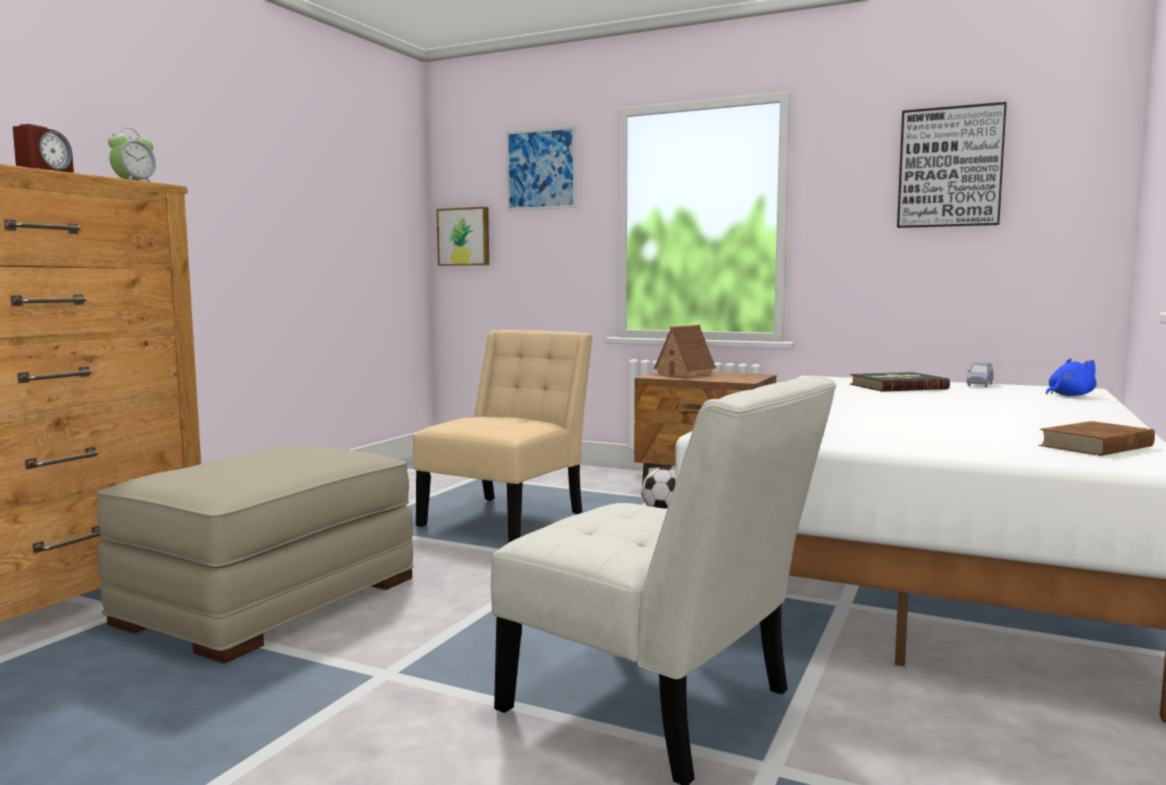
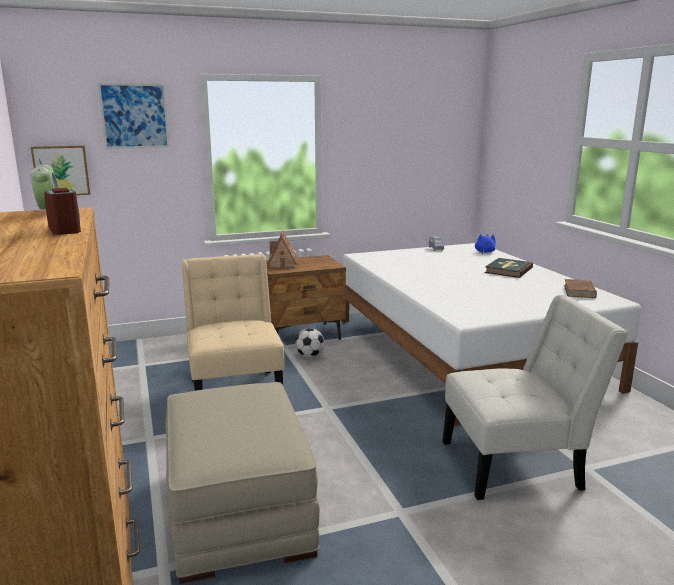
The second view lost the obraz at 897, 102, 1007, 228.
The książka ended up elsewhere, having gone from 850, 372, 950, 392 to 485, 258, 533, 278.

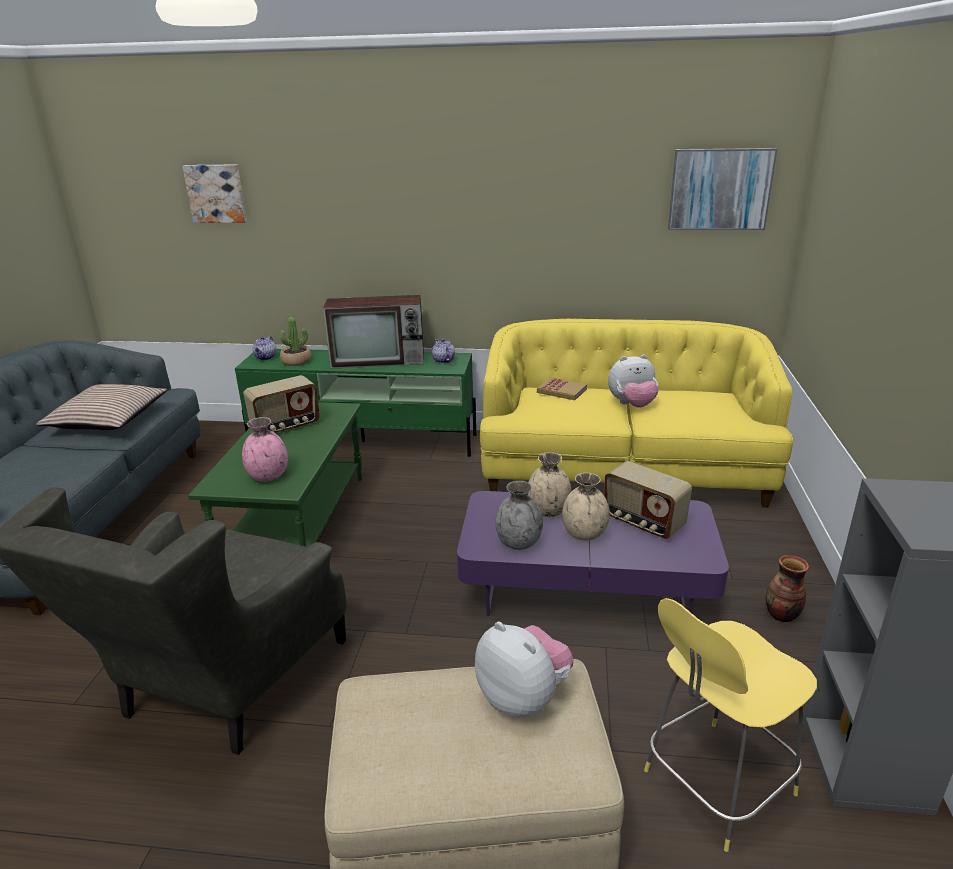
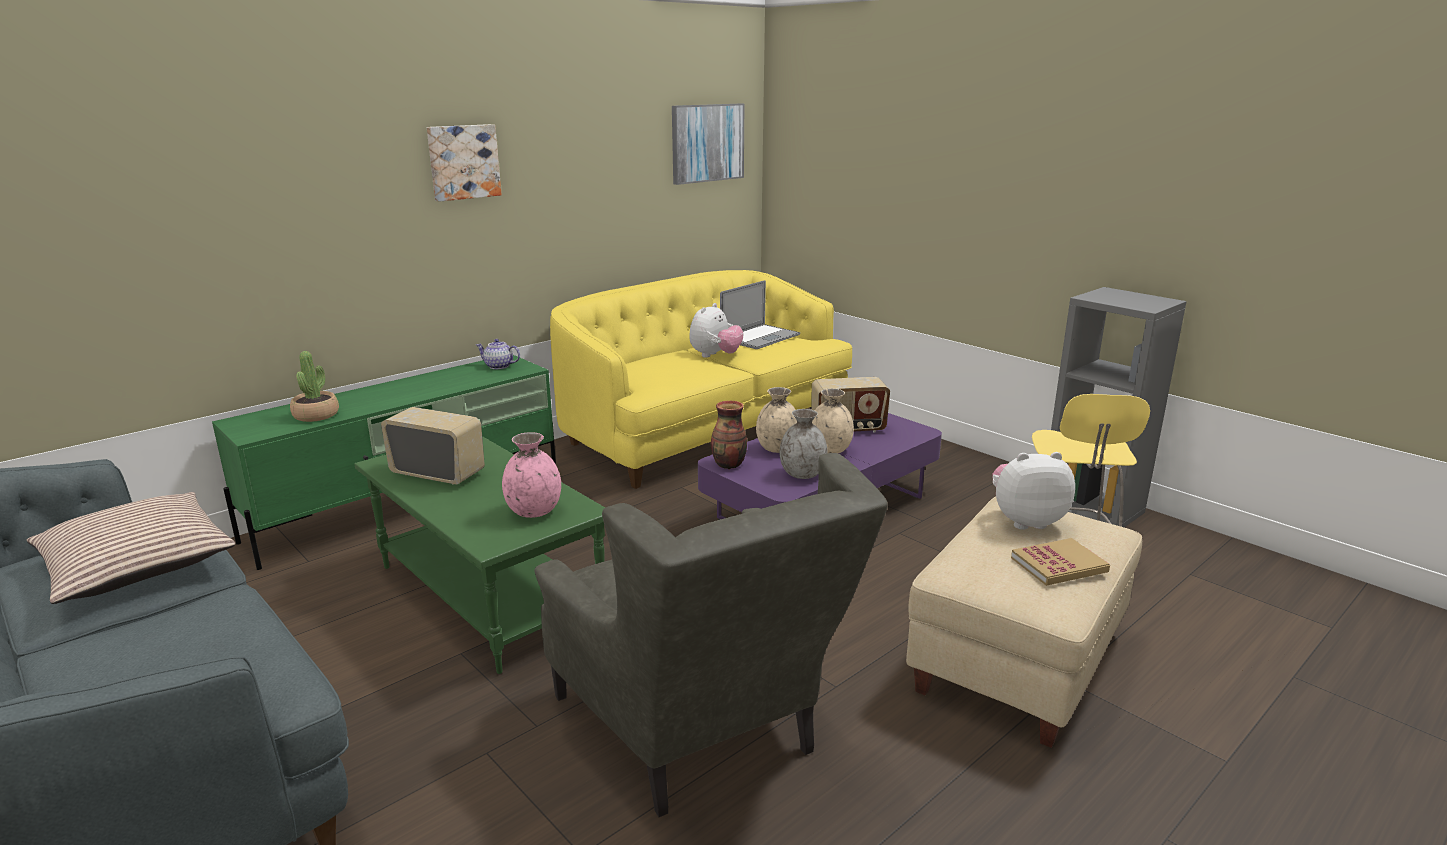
The obraz ended up elsewhere, having gone from 182, 165, 247, 223 to 427, 124, 502, 202.
The second view lost the telewizor at 323, 295, 424, 369.
The second view lost the imbryk at 253, 336, 277, 360.
The radio at 243, 375, 320, 433 ended up facing another way, 75 degrees counterclockwise from before.
The książka ended up elsewhere, having gone from 537, 378, 587, 400 to 1011, 538, 1110, 586.
The wazon ended up elsewhere, having gone from 766, 555, 809, 622 to 711, 401, 747, 469.
The second view gained the laptop at 720, 280, 800, 349.

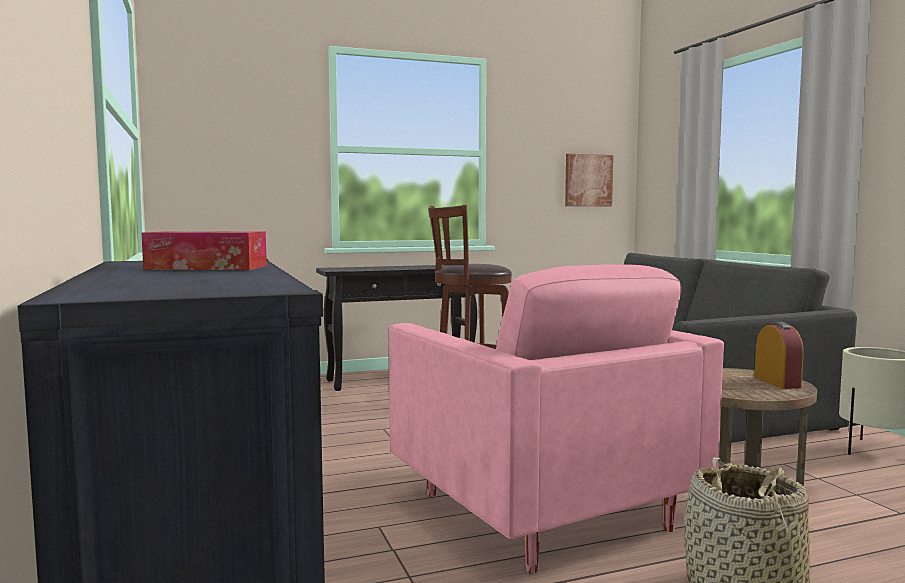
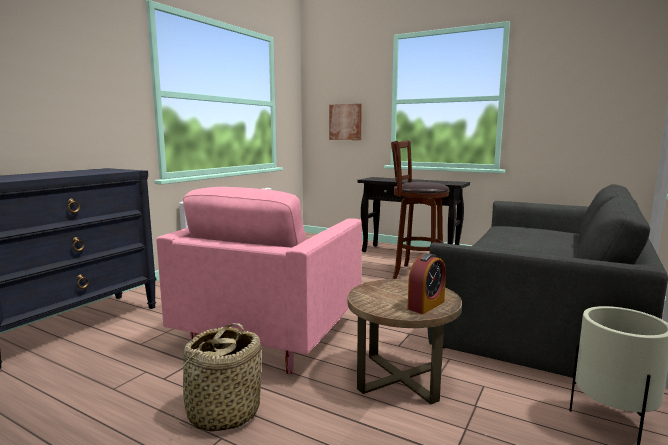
The obraz ended up elsewhere, having gone from 565, 154, 613, 206 to 329, 104, 362, 140.
The second view lost the pudełko chusteczek at 142, 231, 267, 270.

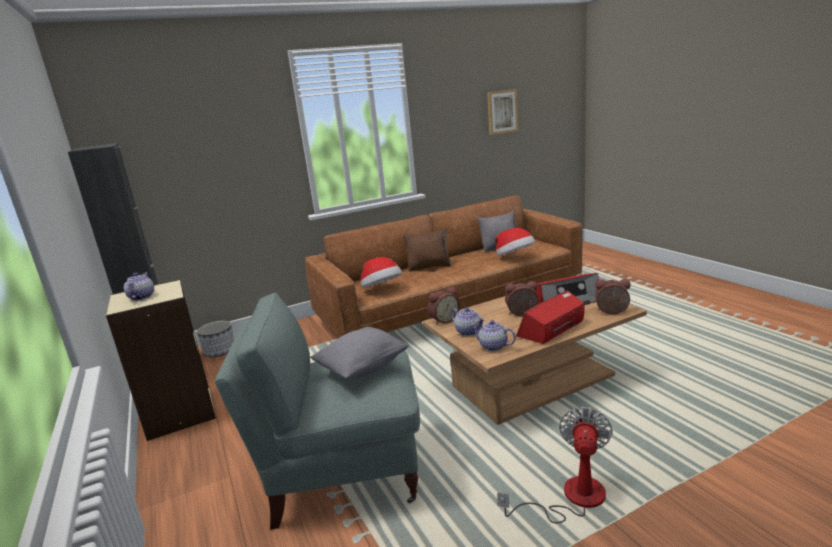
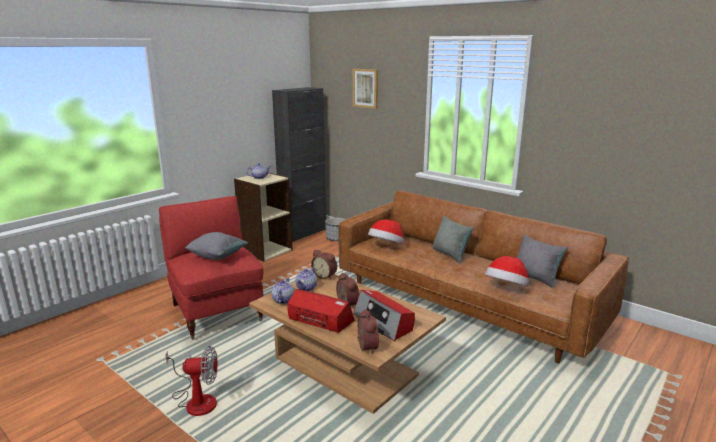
The obraz ended up elsewhere, having gone from 487, 89, 518, 135 to 353, 69, 378, 109.
What was the poduszka [brązowy] at 403, 228, 451, 271 turned into the poduszka [szary] at 433, 215, 474, 263.
What was the fotel [szary] at 215, 292, 420, 530 turned into the fotel [czerwony] at 159, 196, 264, 340.

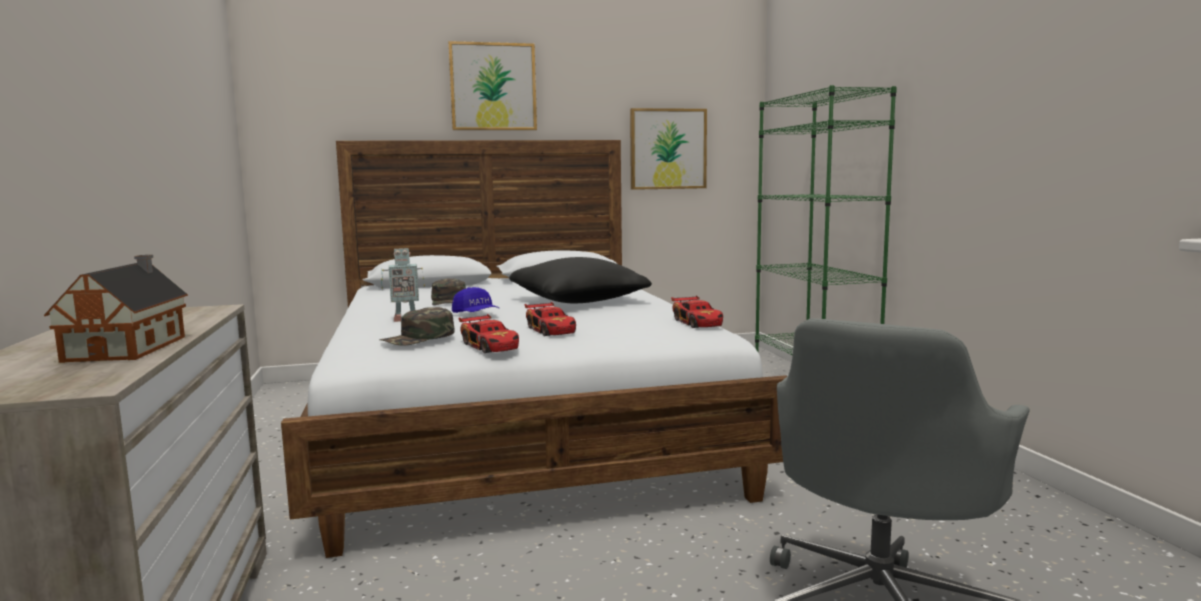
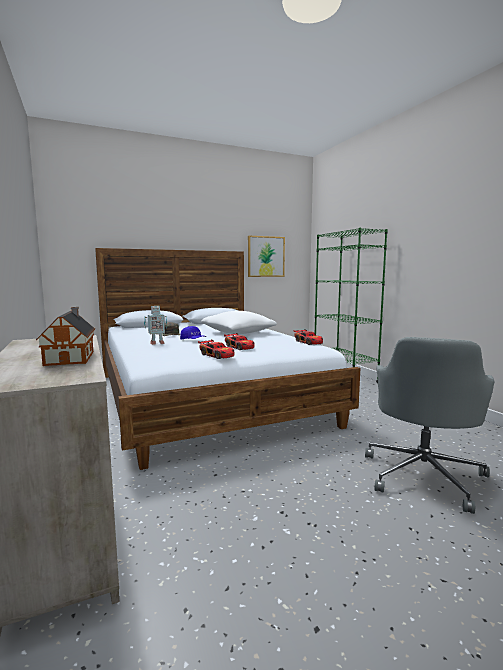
The second view lost the obraz at 448, 41, 537, 130.
What was the poduszka [czarny] at 509, 257, 652, 303 turned into the poduszka [biały] at 201, 311, 277, 334.
The second view lost the czapka z daszkiem [zielony] at 379, 307, 454, 346.

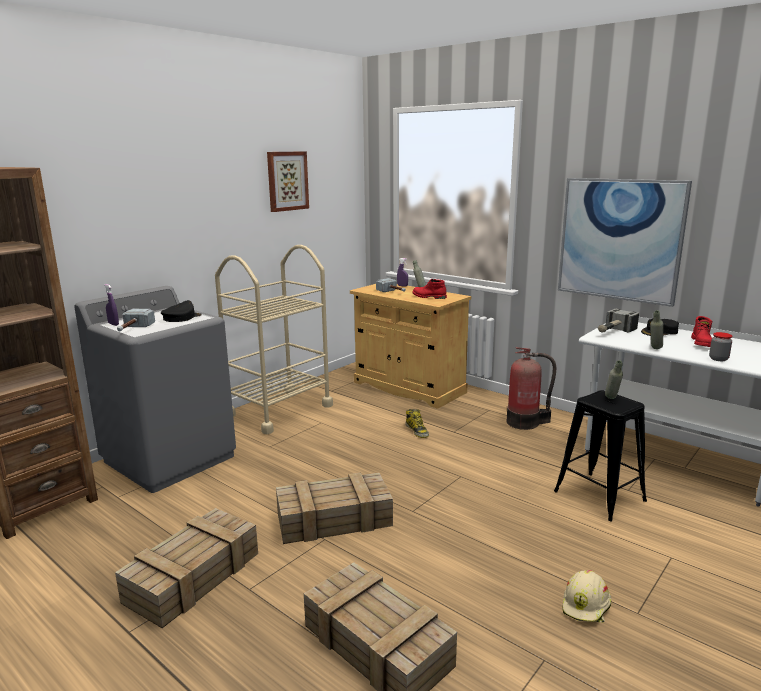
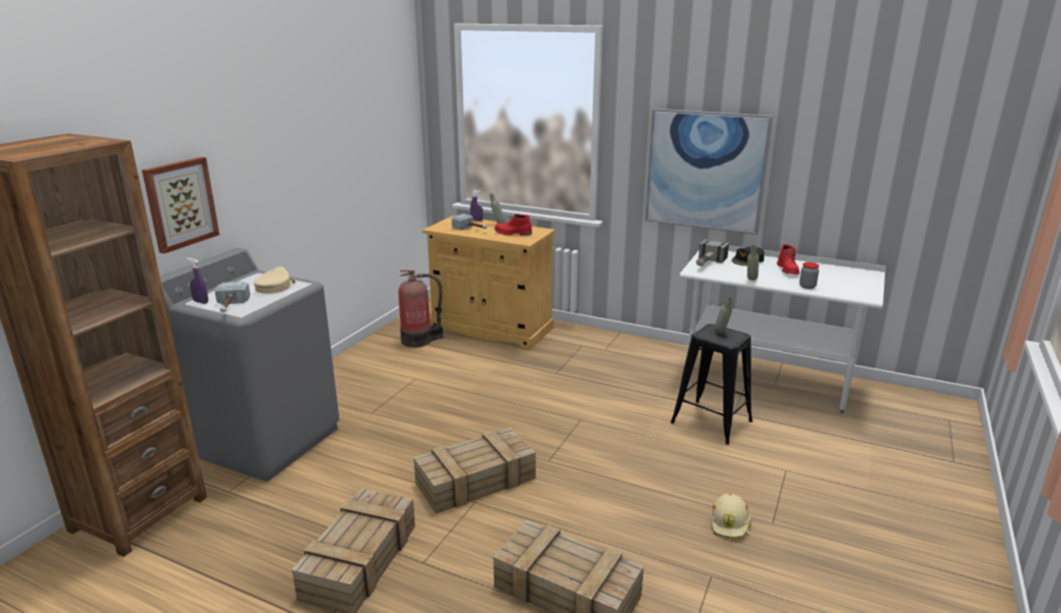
The obraz ended up elsewhere, having gone from 267, 151, 309, 212 to 142, 157, 220, 254.
The second view lost the wózek [beżowy] at 215, 245, 333, 434.
What was the czapka z daszkiem [czarny] at 161, 300, 202, 322 turned into the czapka z daszkiem [beżowy] at 254, 266, 296, 294.
The gaśnica ended up elsewhere, having gone from 507, 347, 556, 430 to 399, 270, 443, 348.
The second view lost the but z cholewką at 405, 409, 429, 438.

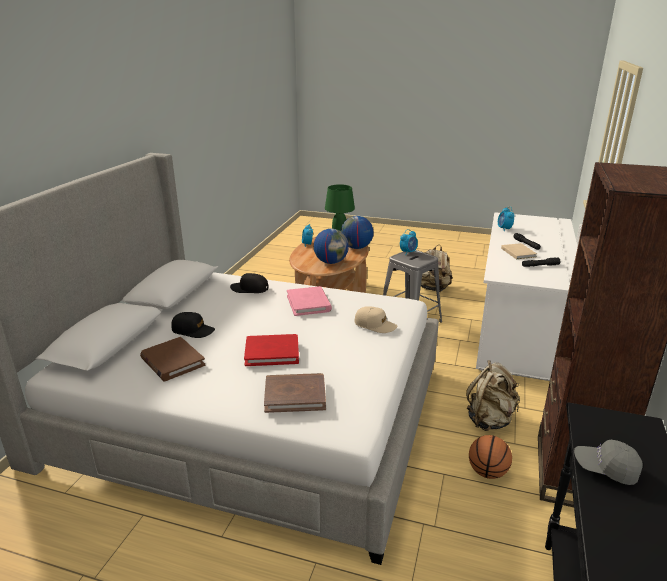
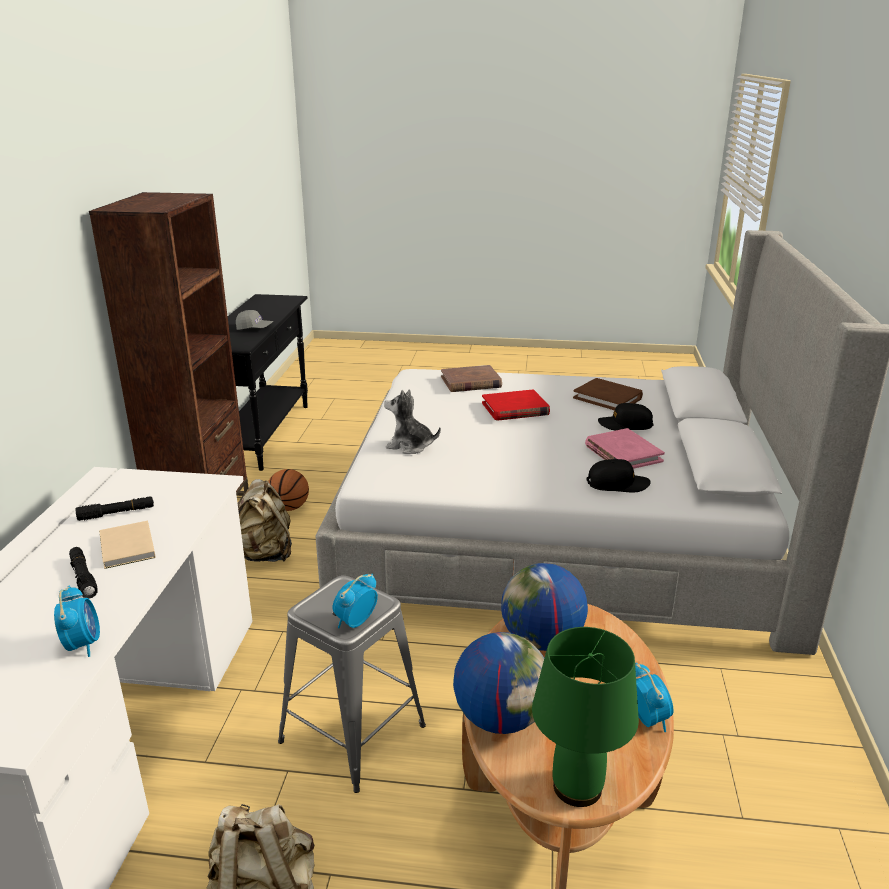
The książka [różowy] ended up elsewhere, having gone from 287, 286, 332, 316 to 585, 428, 665, 469.
Where the czapka z daszkiem [beżowy] stood at 355, 306, 398, 333, the pluszak came to stand at 384, 389, 441, 454.

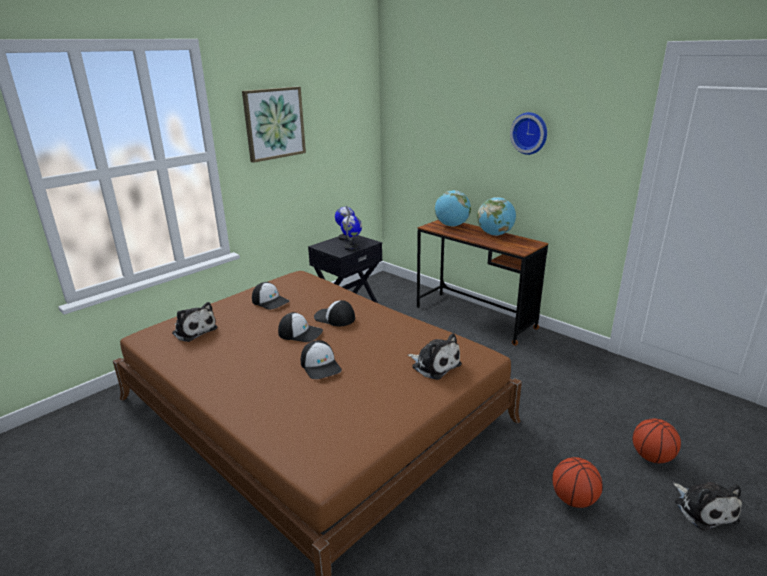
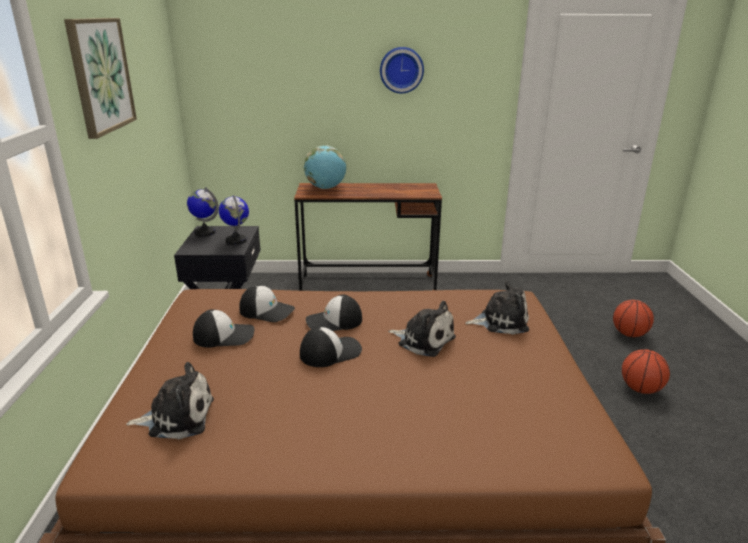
The second view lost the globus at 477, 197, 516, 236.
The czapka z daszkiem ended up elsewhere, having gone from 301, 340, 342, 379 to 239, 285, 295, 322.
The pluszak ended up elsewhere, having gone from 673, 482, 742, 531 to 388, 301, 456, 357.

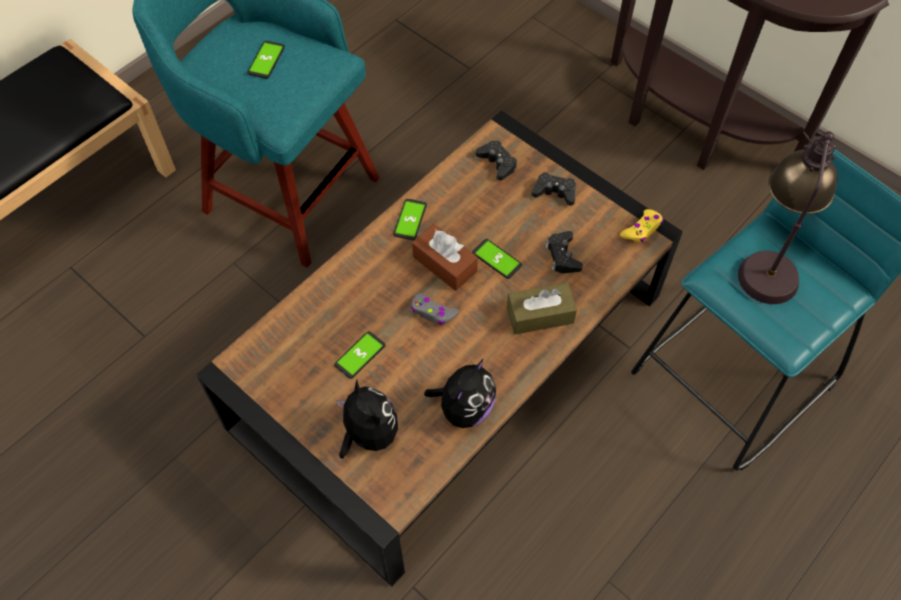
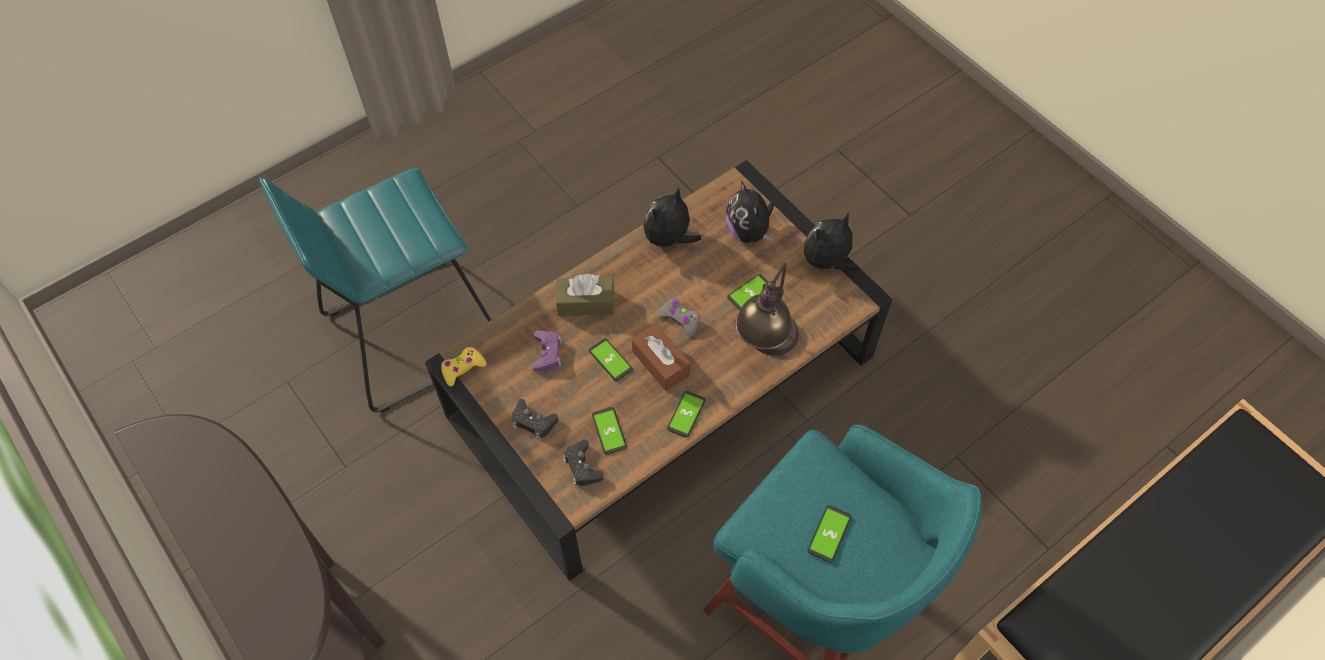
The lampa stołowa ended up elsewhere, having gone from 738, 131, 838, 304 to 735, 263, 799, 356.
What was the pad do gier [czarny] at 546, 231, 583, 273 turned into the pad do gier [fioletowy] at 532, 331, 562, 372.
The second view gained the pluszak at 804, 212, 859, 271.
The second view gained the telefon at 592, 407, 627, 454.

